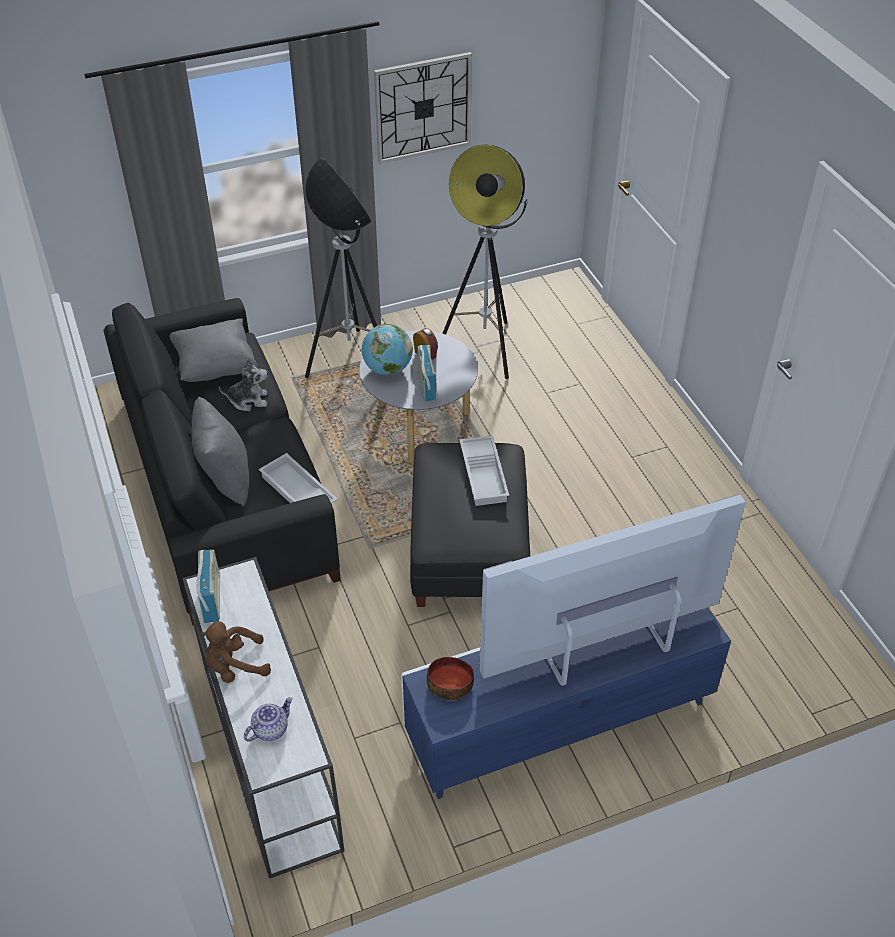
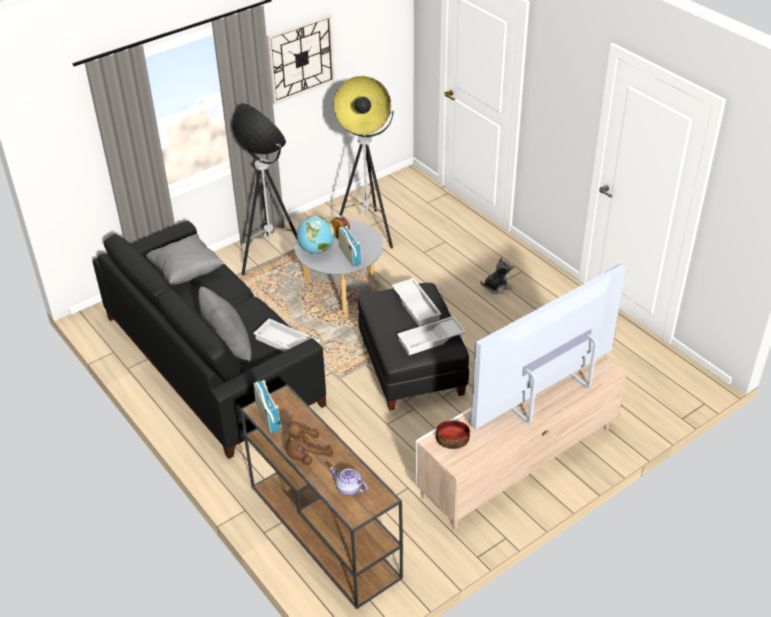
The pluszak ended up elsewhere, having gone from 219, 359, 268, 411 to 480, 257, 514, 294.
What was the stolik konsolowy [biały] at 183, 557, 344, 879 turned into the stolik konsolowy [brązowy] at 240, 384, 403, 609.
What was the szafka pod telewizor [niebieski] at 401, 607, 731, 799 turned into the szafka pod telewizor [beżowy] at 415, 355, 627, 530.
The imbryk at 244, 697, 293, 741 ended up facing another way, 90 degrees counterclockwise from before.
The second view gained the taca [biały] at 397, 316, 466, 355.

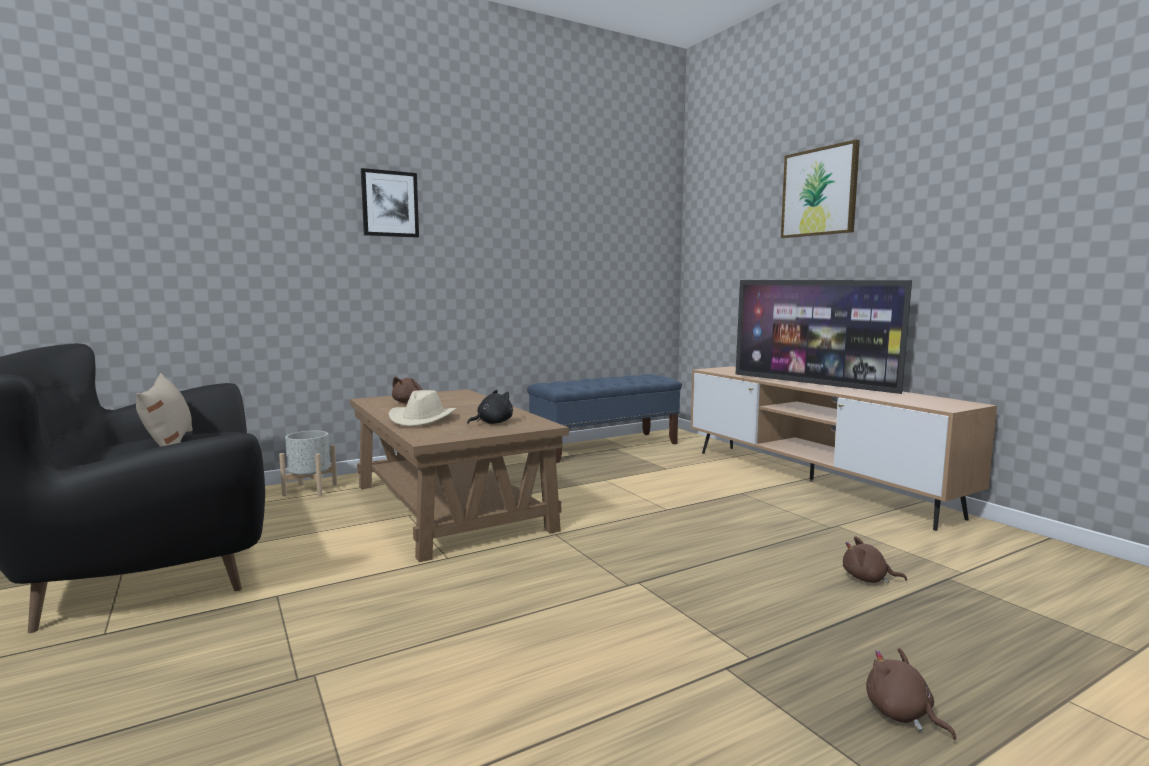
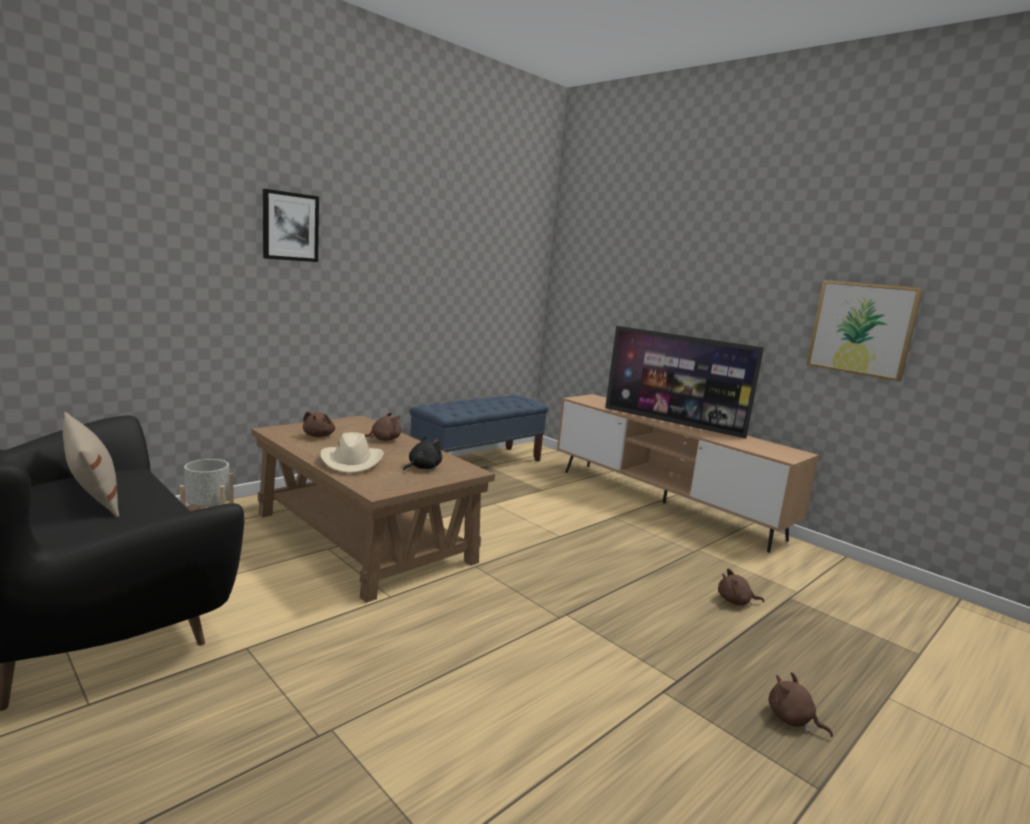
The obraz ended up elsewhere, having gone from 781, 140, 860, 238 to 806, 280, 923, 381.
The second view gained the pluszak [brązowy] at 364, 412, 401, 441.

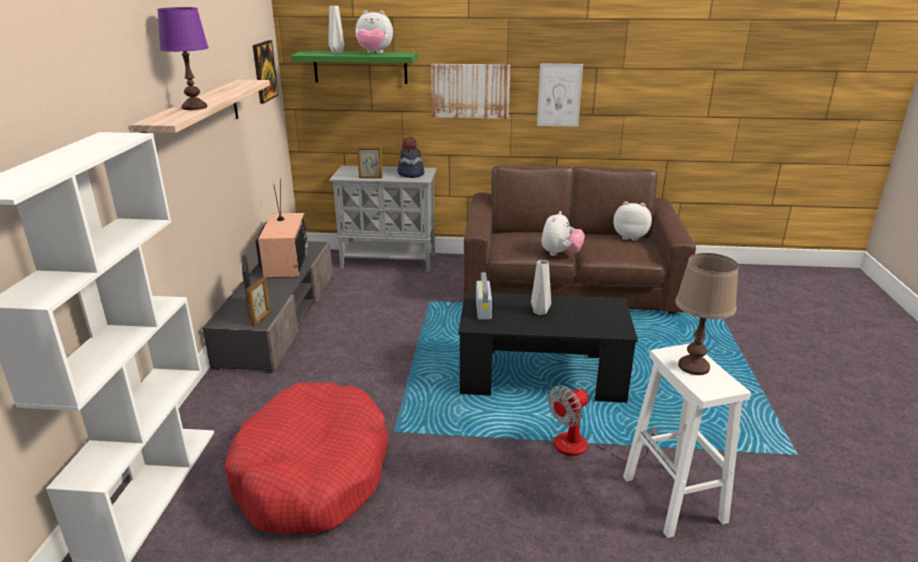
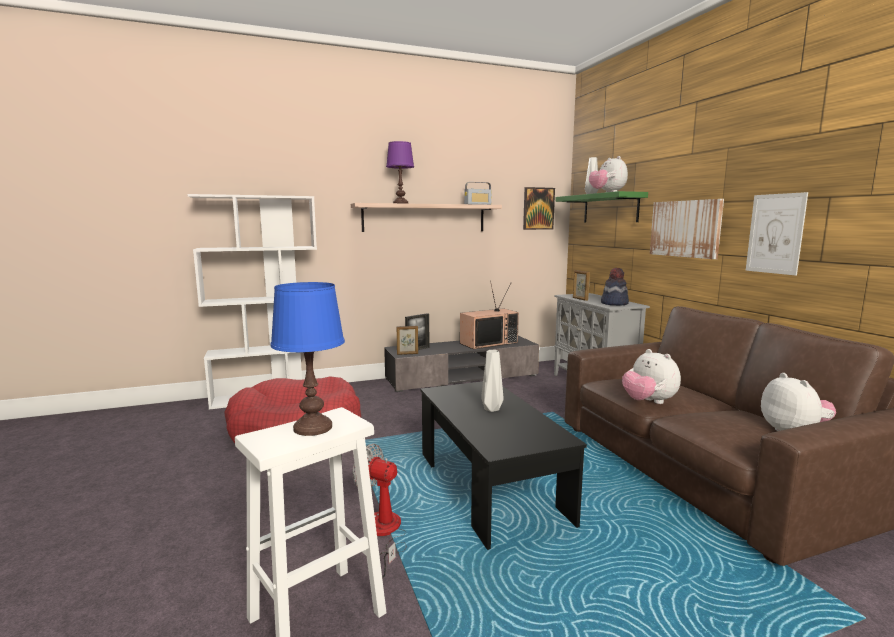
The pluszak at 541, 211, 585, 256 ended up facing another way, 60 degrees clockwise from before.
What was the lampa stołowa [brązowy] at 675, 253, 739, 375 turned into the lampa stołowa [niebieski] at 270, 282, 345, 436.
The radio ended up elsewhere, having gone from 476, 273, 492, 320 to 464, 182, 492, 205.

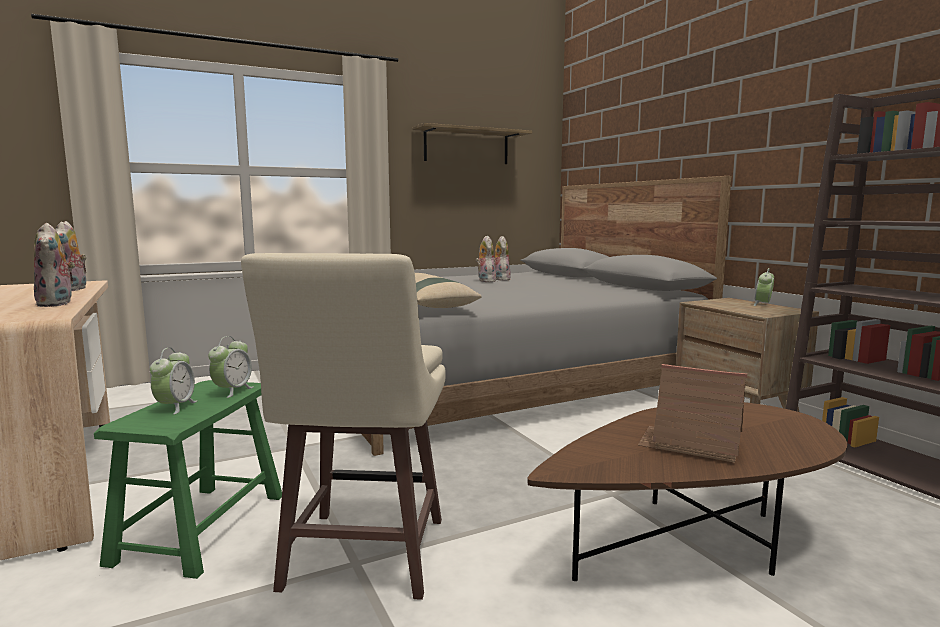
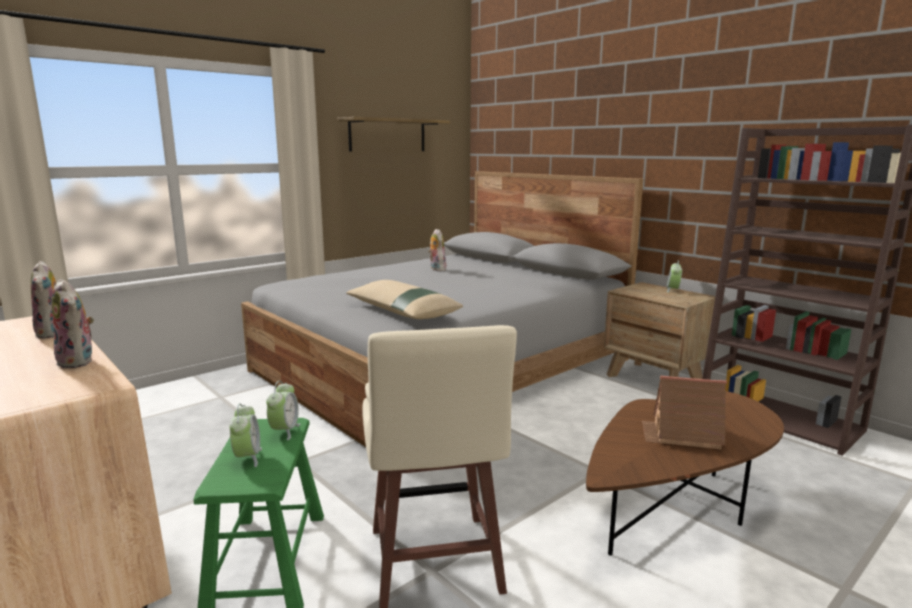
The second view lost the pluszak at 476, 236, 496, 282.

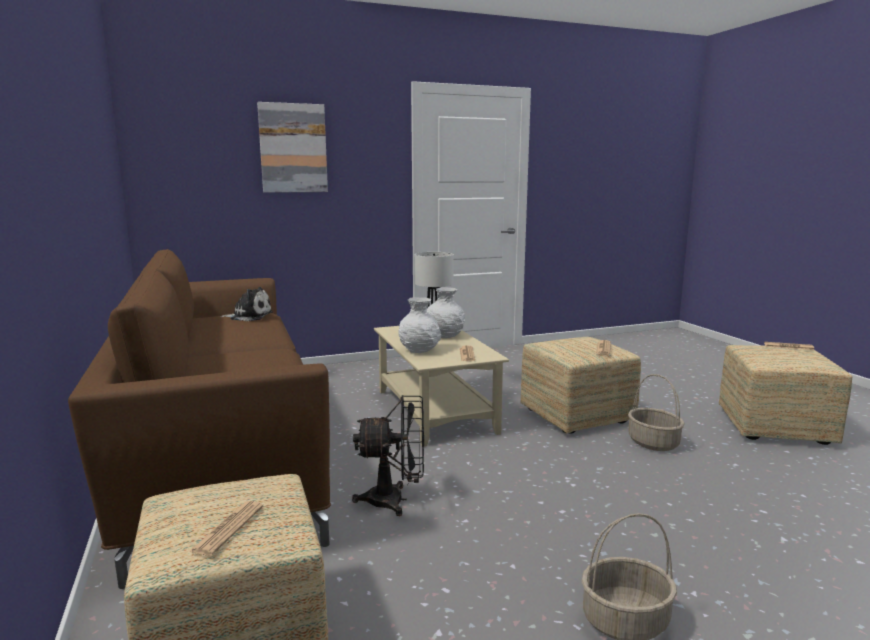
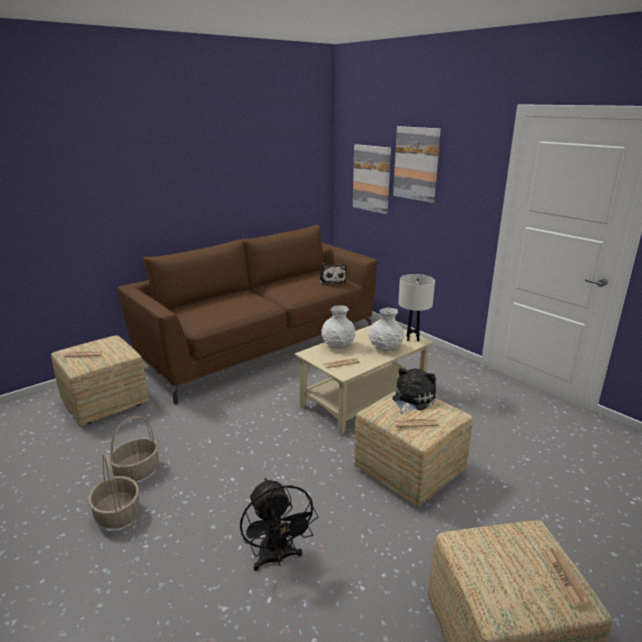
The koszyk ended up elsewhere, having gone from 628, 374, 685, 451 to 109, 416, 159, 481.
The wentylator [czarny] ended up elsewhere, having gone from 352, 395, 424, 516 to 240, 478, 318, 571.
The second view gained the obraz at 353, 144, 391, 214.
The second view gained the pluszak at 392, 368, 436, 415.

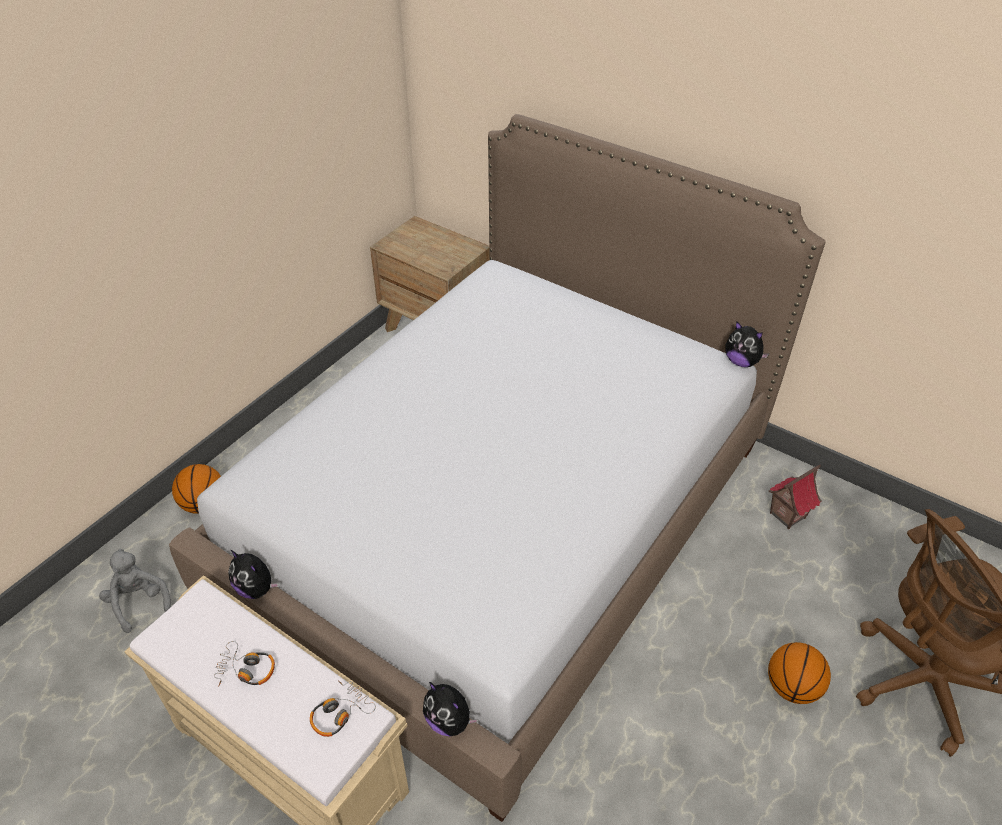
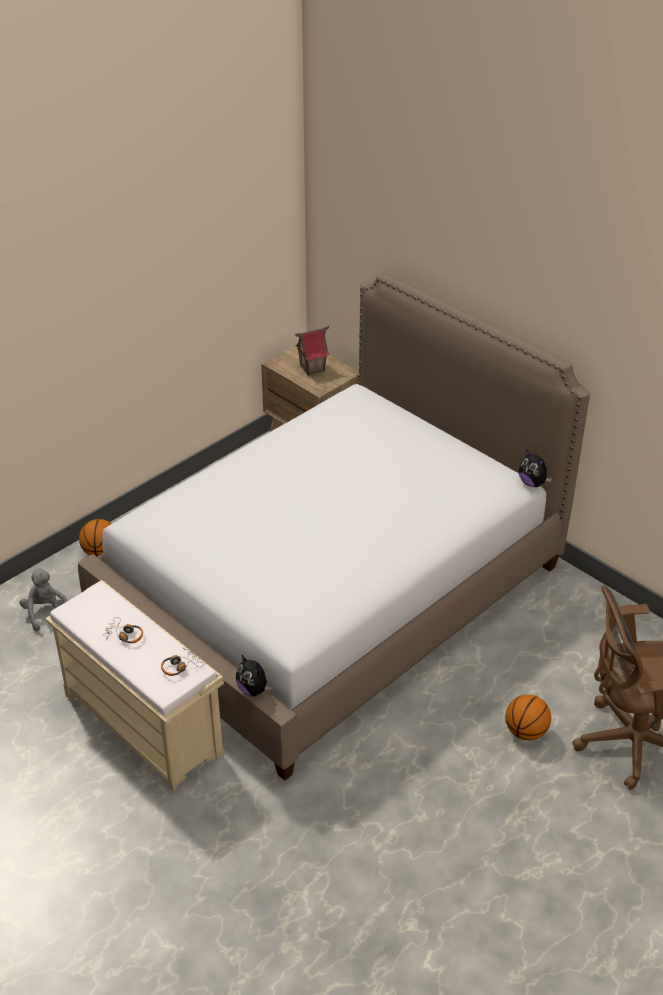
The domek ended up elsewhere, having gone from 769, 464, 822, 529 to 295, 326, 329, 376.
The second view lost the pluszak at 228, 550, 279, 599.

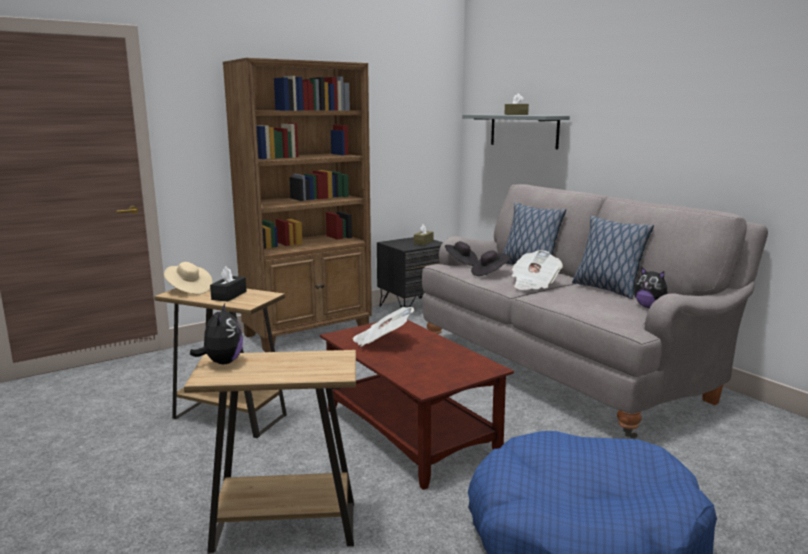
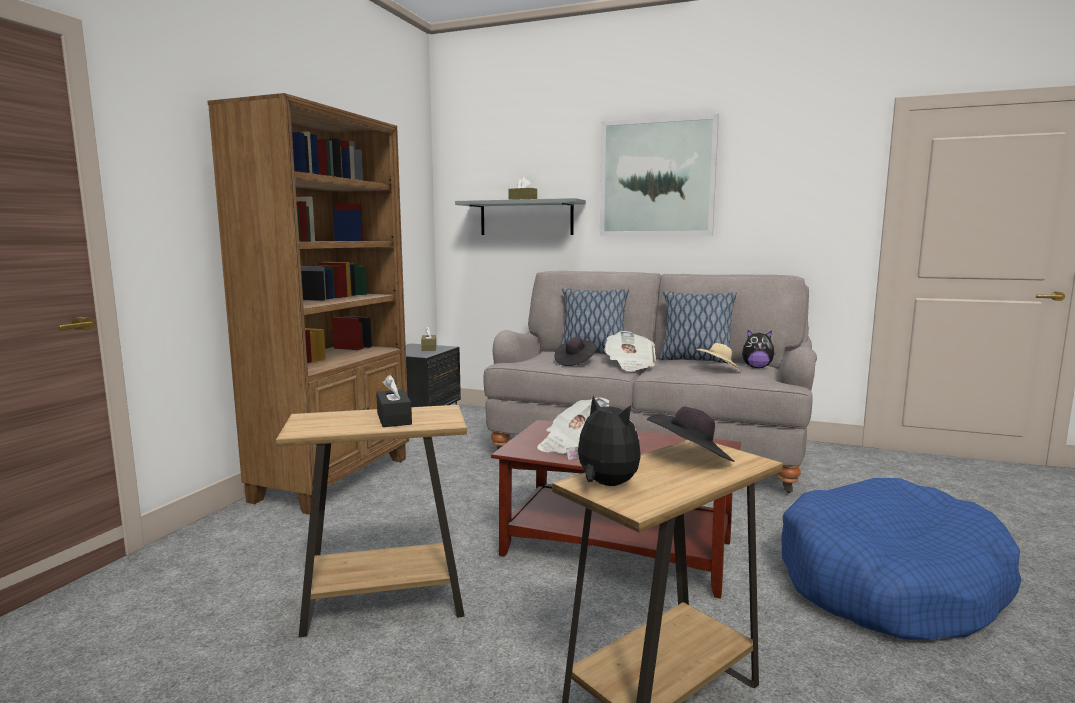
The kapelusz [czarny] ended up elsewhere, having gone from 445, 241, 478, 266 to 647, 407, 735, 462.
The kapelusz [beżowy] ended up elsewhere, having gone from 164, 262, 212, 294 to 697, 343, 742, 371.
The second view gained the obraz at 600, 114, 719, 236.

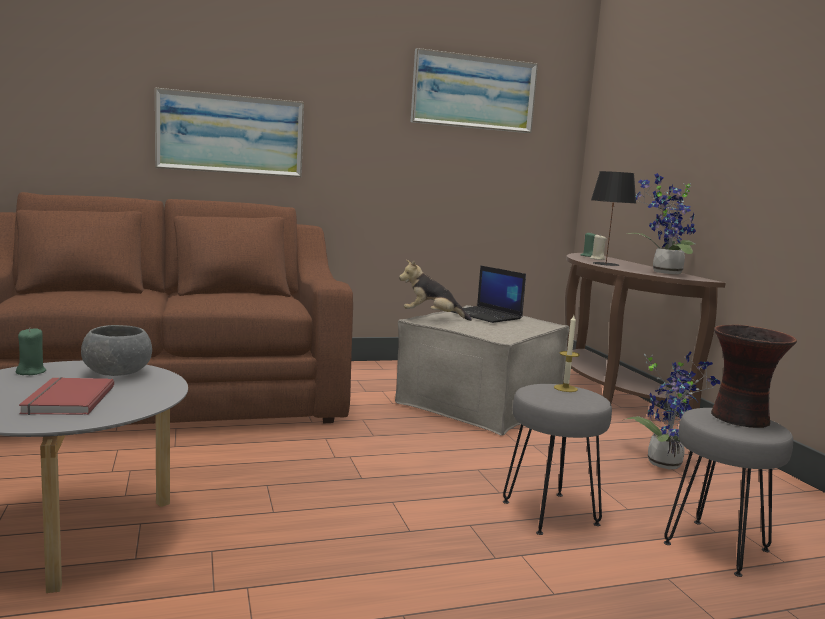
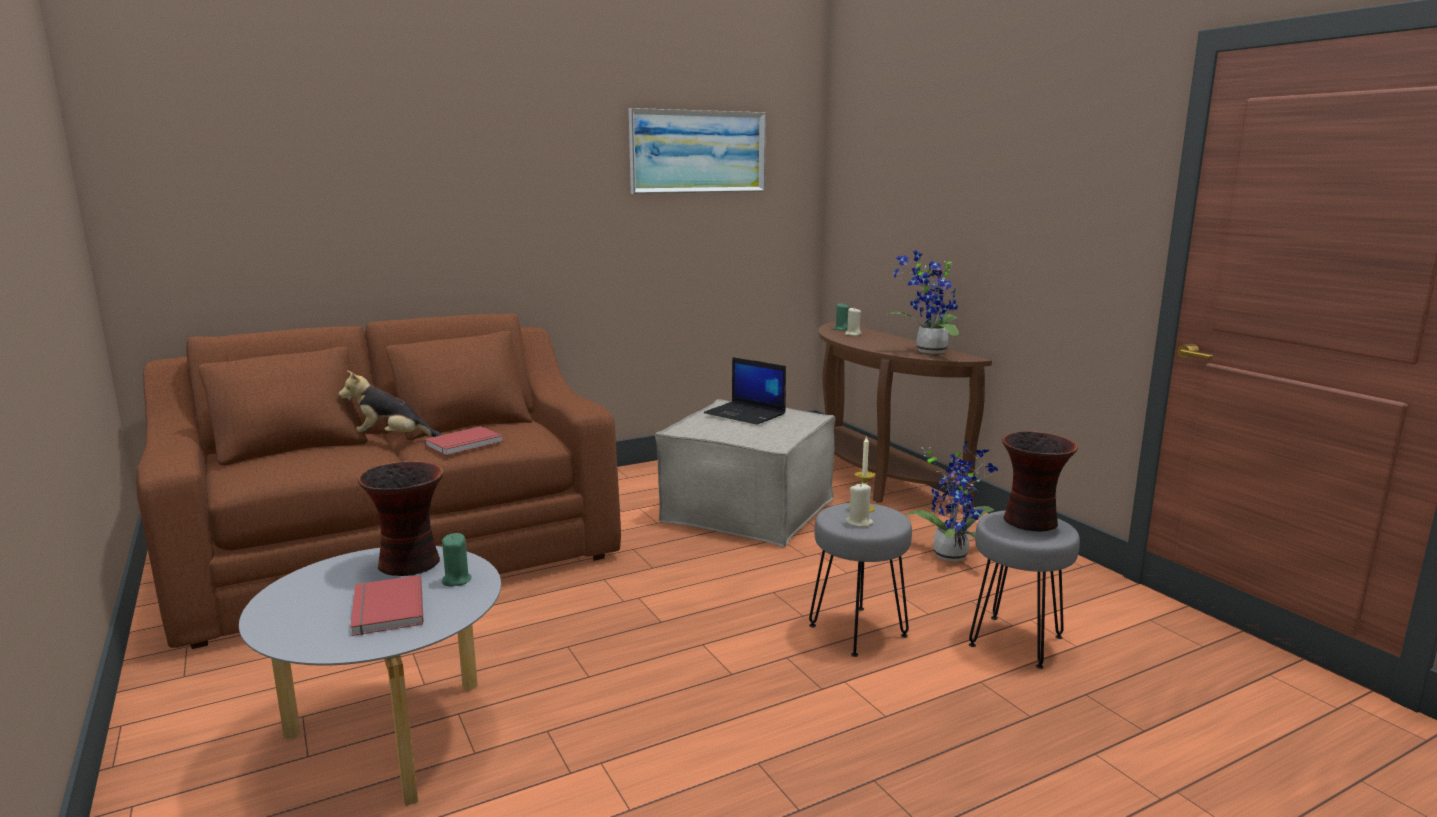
The second view lost the obraz at 155, 88, 304, 177.
The second view lost the lampa stołowa [czarny] at 591, 171, 636, 266.
The pluszak ended up elsewhere, having gone from 399, 260, 472, 321 to 339, 371, 442, 437.
Where the miska [szary] stood at 81, 325, 152, 376, the wazon came to stand at 358, 461, 444, 576.
The świeca [zielony] ended up elsewhere, having gone from 16, 328, 46, 375 to 442, 533, 472, 587.
The second view gained the książka [czerwony] at 424, 426, 503, 455.
The second view gained the świeca [beżowy] at 846, 483, 874, 527.

